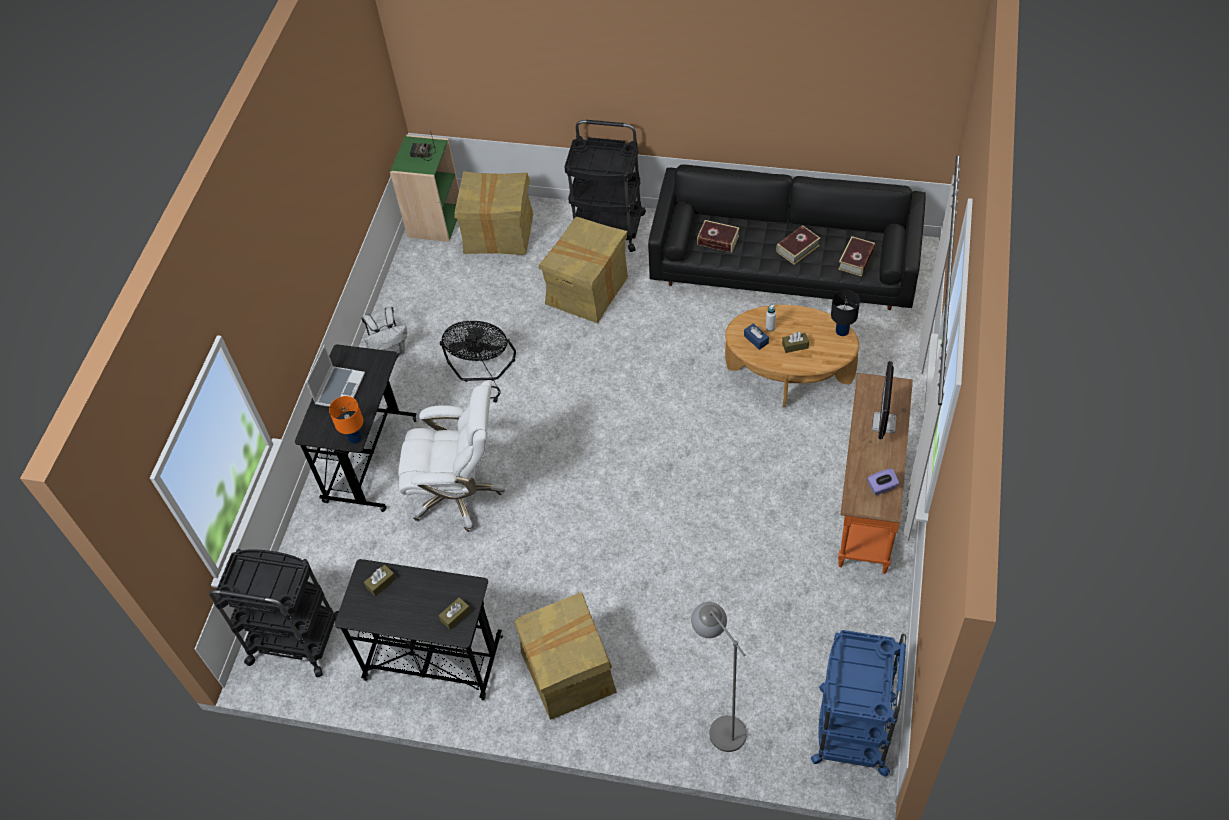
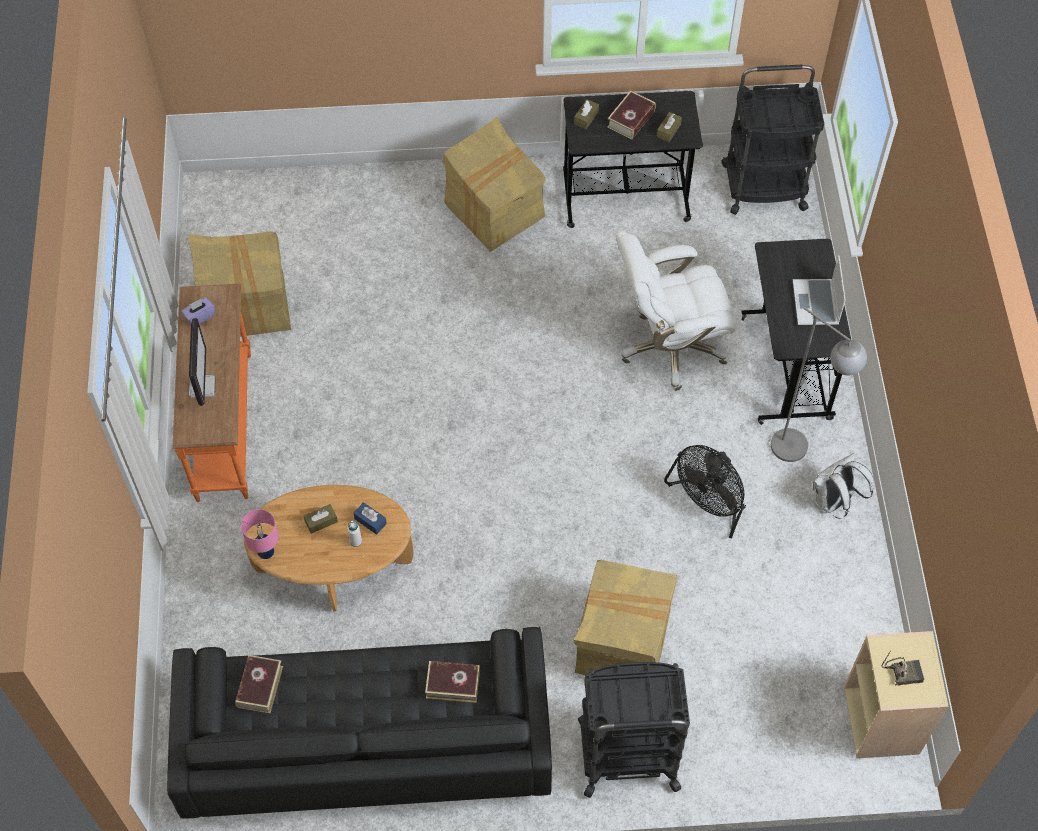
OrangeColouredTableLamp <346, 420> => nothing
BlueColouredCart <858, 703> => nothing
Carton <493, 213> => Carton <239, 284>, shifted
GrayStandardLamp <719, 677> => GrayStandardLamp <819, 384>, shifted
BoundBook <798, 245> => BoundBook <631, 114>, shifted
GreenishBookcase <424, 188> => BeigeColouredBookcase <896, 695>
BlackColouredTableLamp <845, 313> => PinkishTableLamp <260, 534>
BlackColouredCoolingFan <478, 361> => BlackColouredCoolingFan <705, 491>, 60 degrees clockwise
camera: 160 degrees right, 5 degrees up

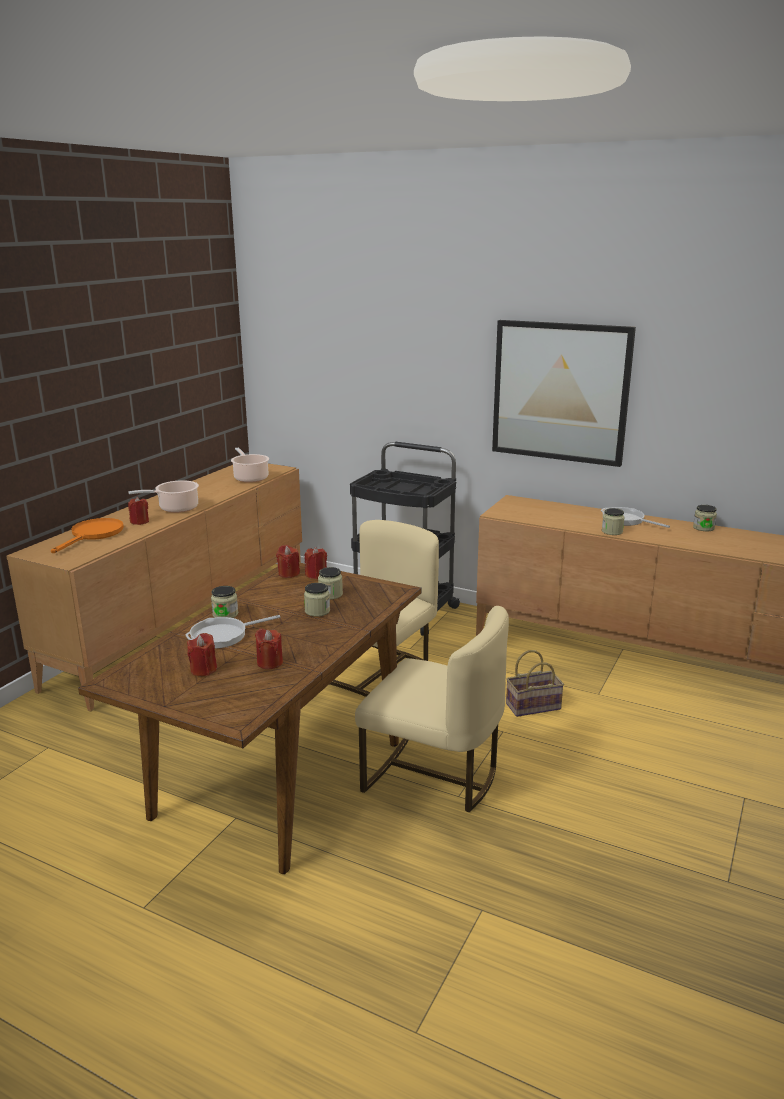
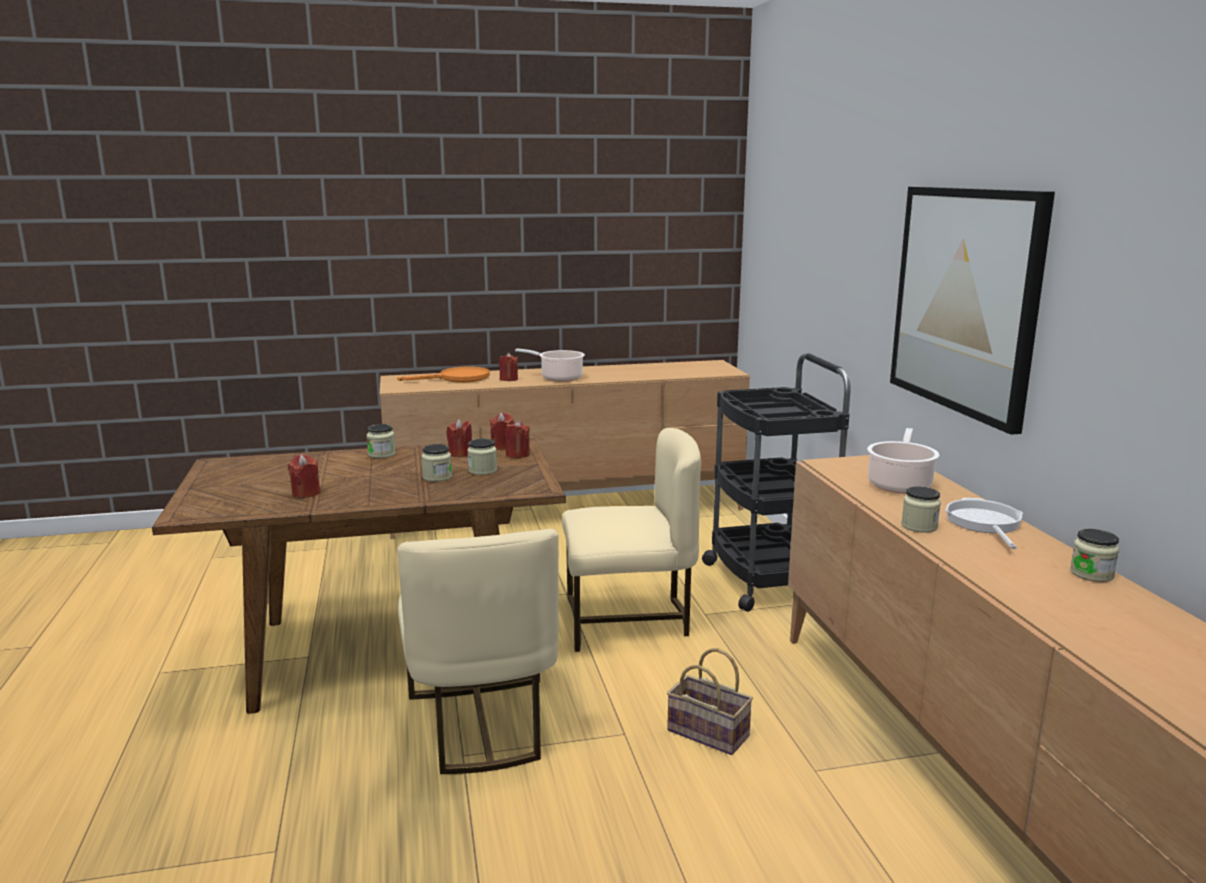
Skillet <232, 632> => nothing
ReddishWaxLight <202, 654> => ReddishWaxLight <459, 438>, shifted
Stockpot <250, 465> => Stockpot <903, 461>, shifted
camera: 50 degrees right, 5 degrees down

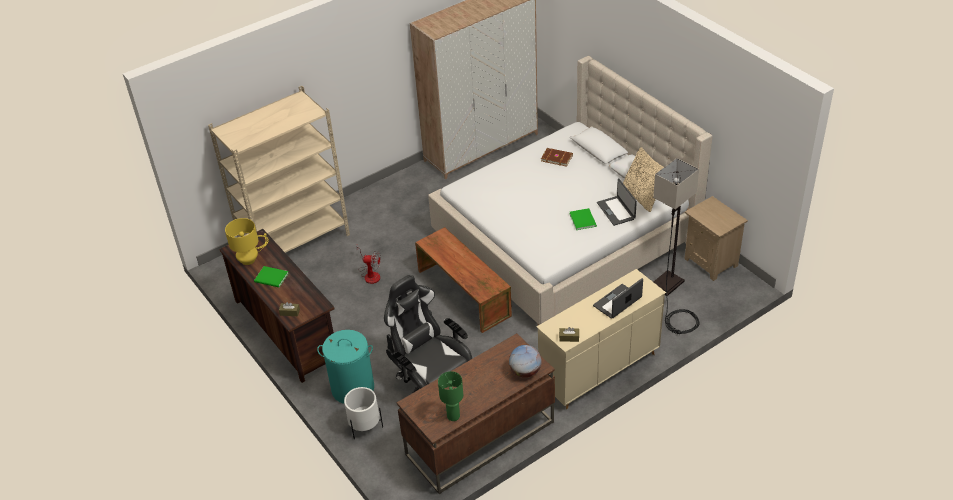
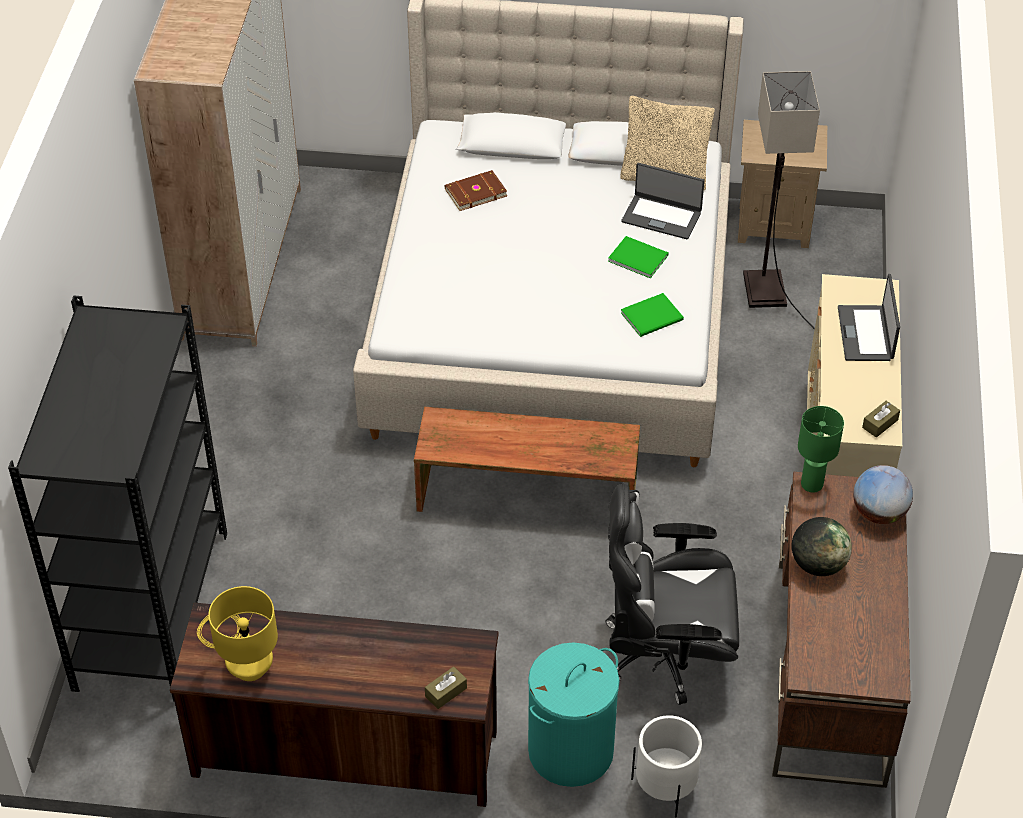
CoolingFan <368, 264> => nothing
nothing => WorldGlobe <822, 546>
GreenishBoundBook <271, 276> => GreenishBoundBook <652, 315>, shifted
GreenishTableLamp <450, 396> => GreenishTableLamp <821, 449>, shifted
BeigeColouredBookcase <279, 169> => BlackColouredBookcase <117, 498>
camera: 50 degrees left, 5 degrees up

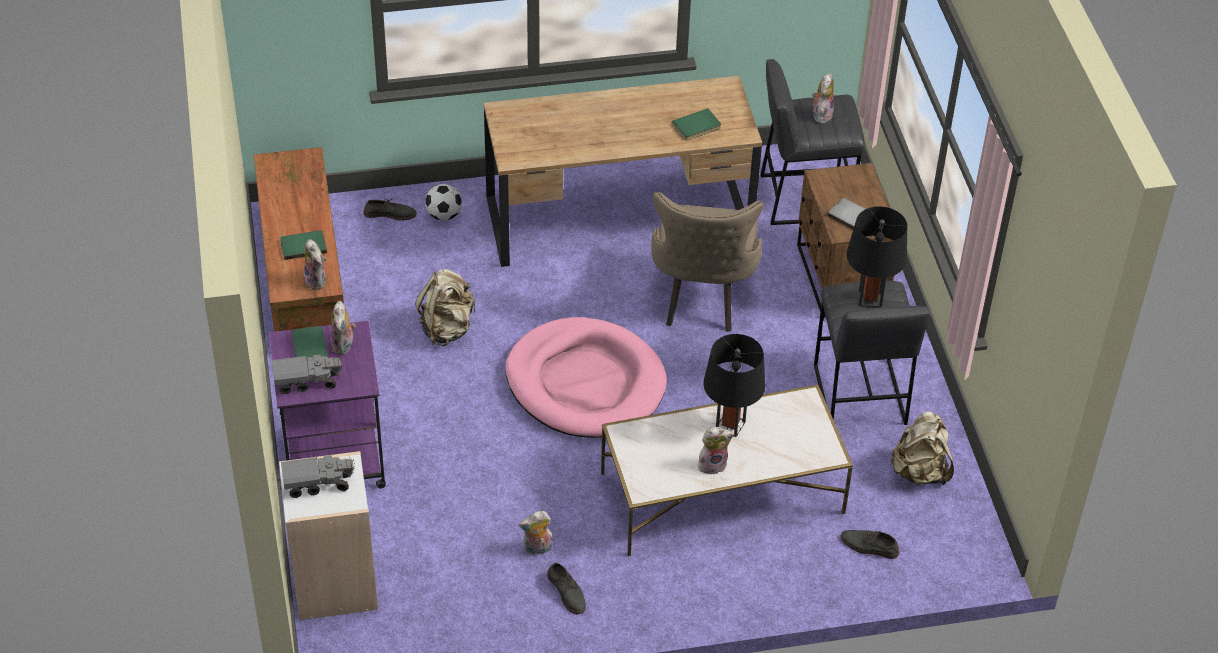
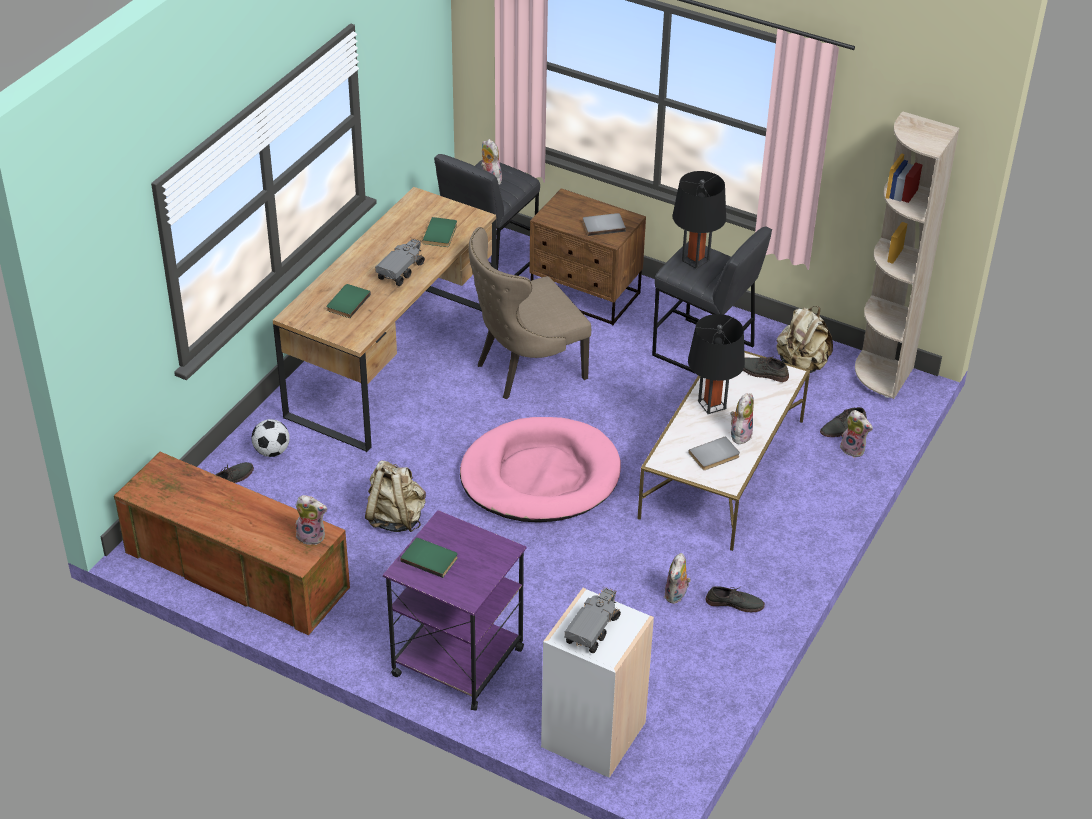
nothing => GrayBoundBook <714, 453>
nothing => GrayItemOfFootwear <766, 369>
nothing => BeigeColouredBookcase <907, 255>
ToyTruck <307, 374> => ToyTruck <400, 262>, shifted
GreenishBoundBook <303, 245> => GreenishBoundBook <348, 301>, shifted
CuddlyToy <343, 328> => CuddlyToy <856, 434>, shifted
BeigeColouredPlainChair <707, 262> => BeigeColouredPlainChair <530, 313>, 105 degrees clockwise
camera: 50 degrees left, 5 degrees down

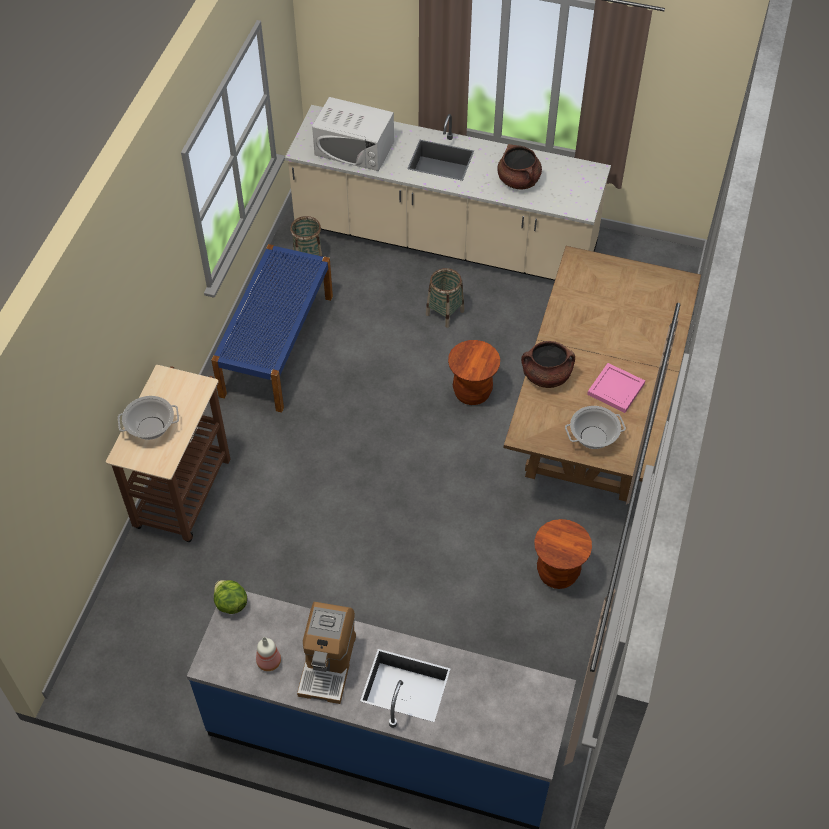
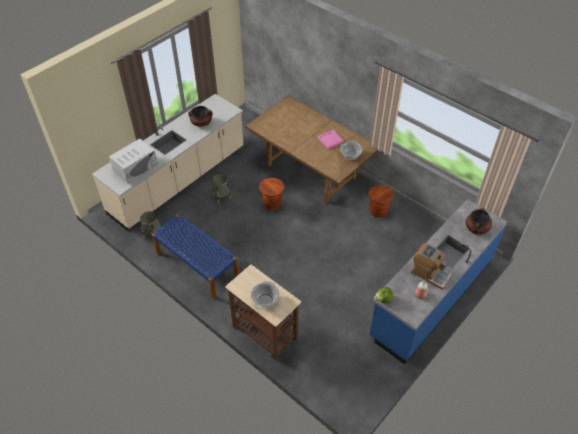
BrownStockpot <548, 364> => BrownStockpot <479, 221>, shifted
camera: 65 degrees left, 5 degrees down

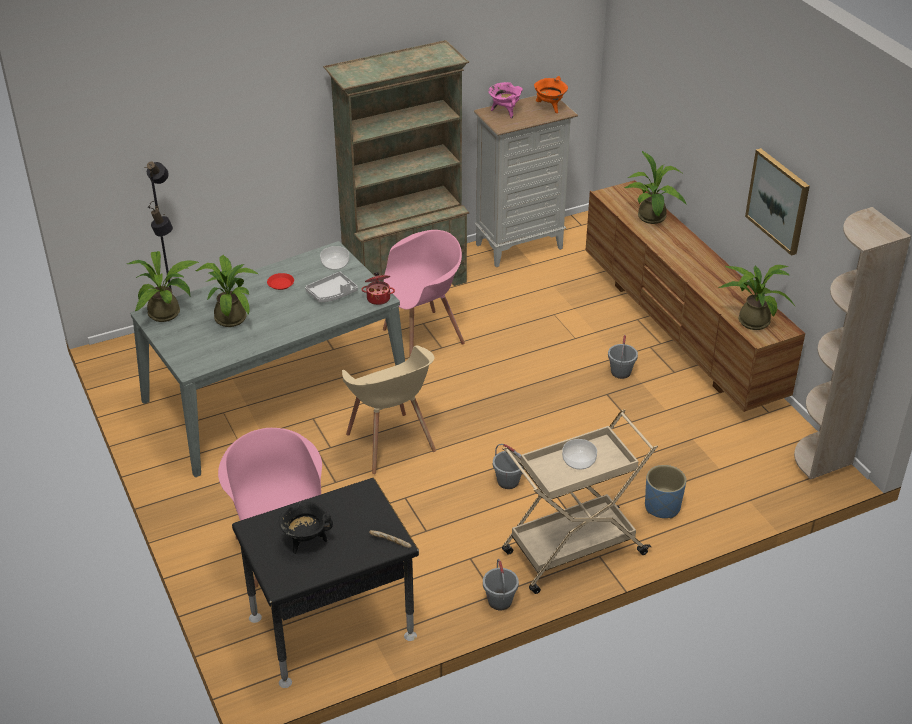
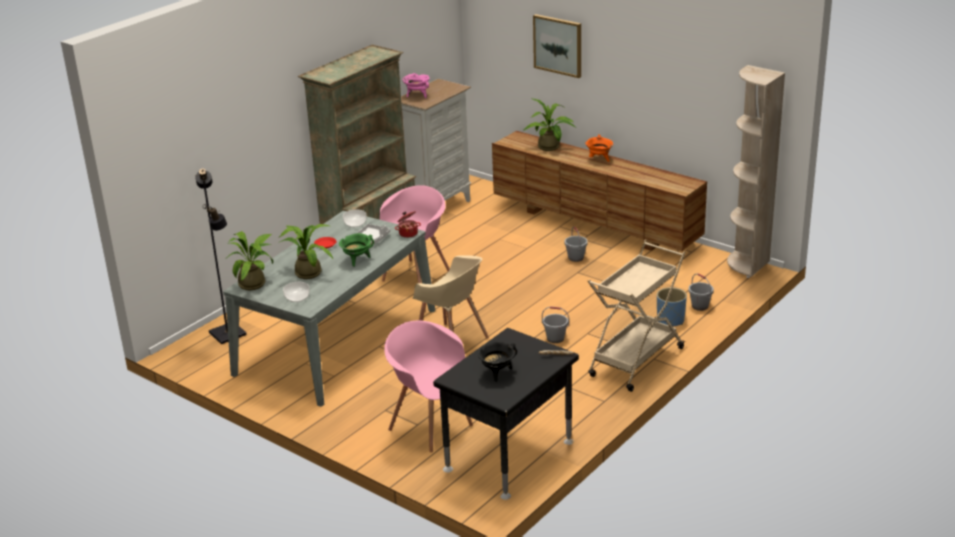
Houseplant <757, 297> => nothing
nothing => GreenishStockpot <356, 250>
GrayPail <501, 584> => GrayPail <701, 292>, shifted
OrangeColouredStockpot <551, 94> => OrangeColouredStockpot <599, 148>, shifted
Bowl <579, 454> => Bowl <296, 292>, shifted
WallArt <777, 202> => WallArt <557, 46>, shifted
camera: 25 degrees left, 10 degrees down

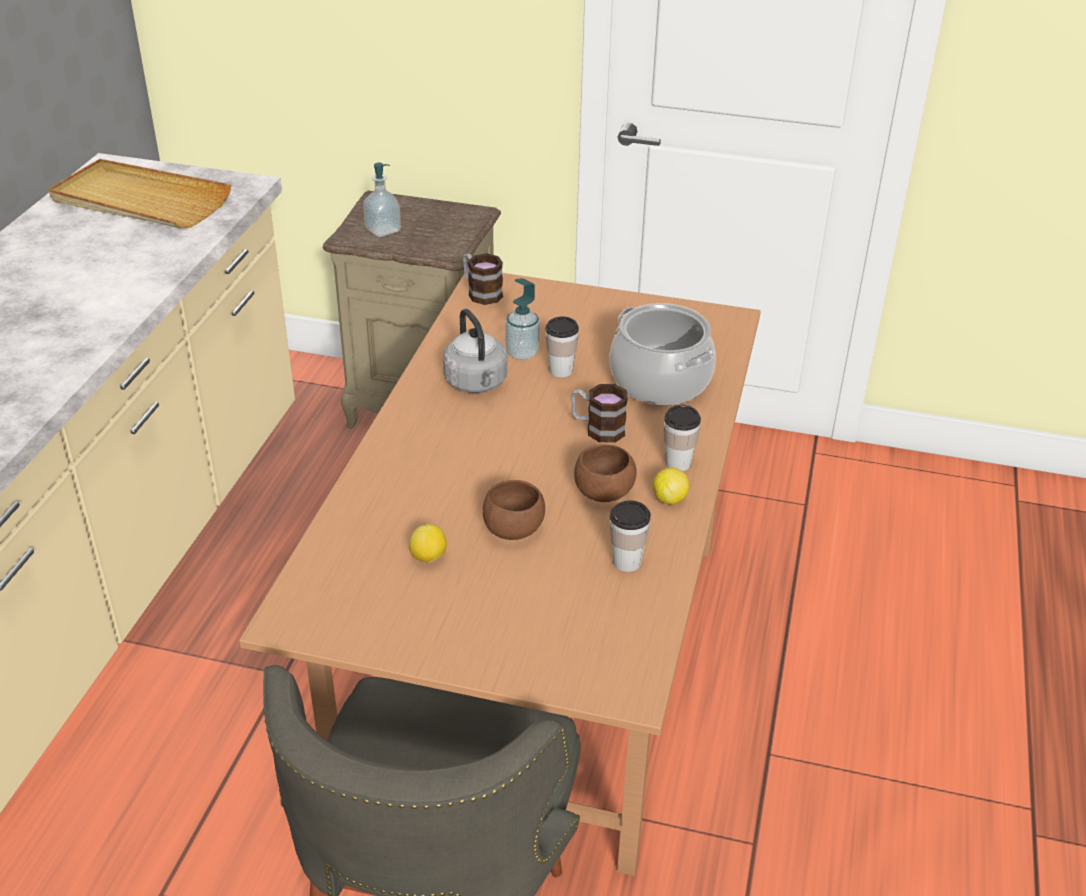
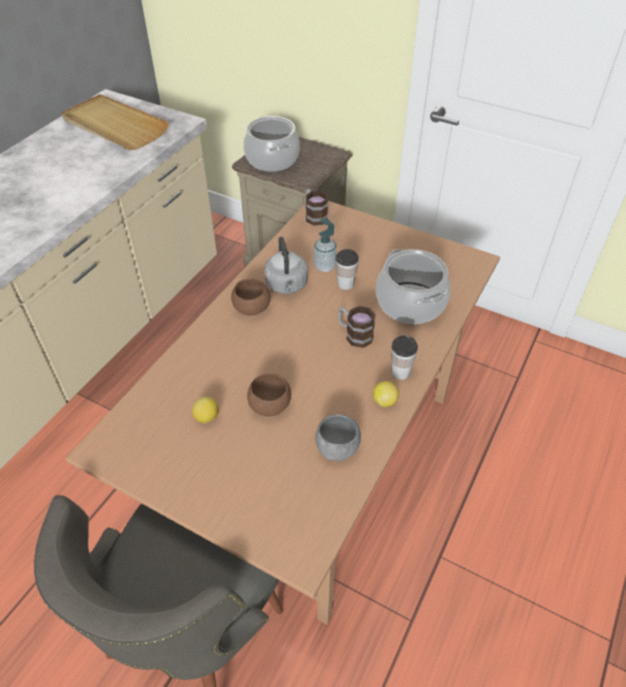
BrownBowl <605, 473> => BrownBowl <250, 297>, shifted
LiquidSoapBottle <382, 200> => Stockpot <272, 144>
SmallCup <630, 536> => GrayBowl <338, 437>
camera: 15 degrees right, 10 degrees up

